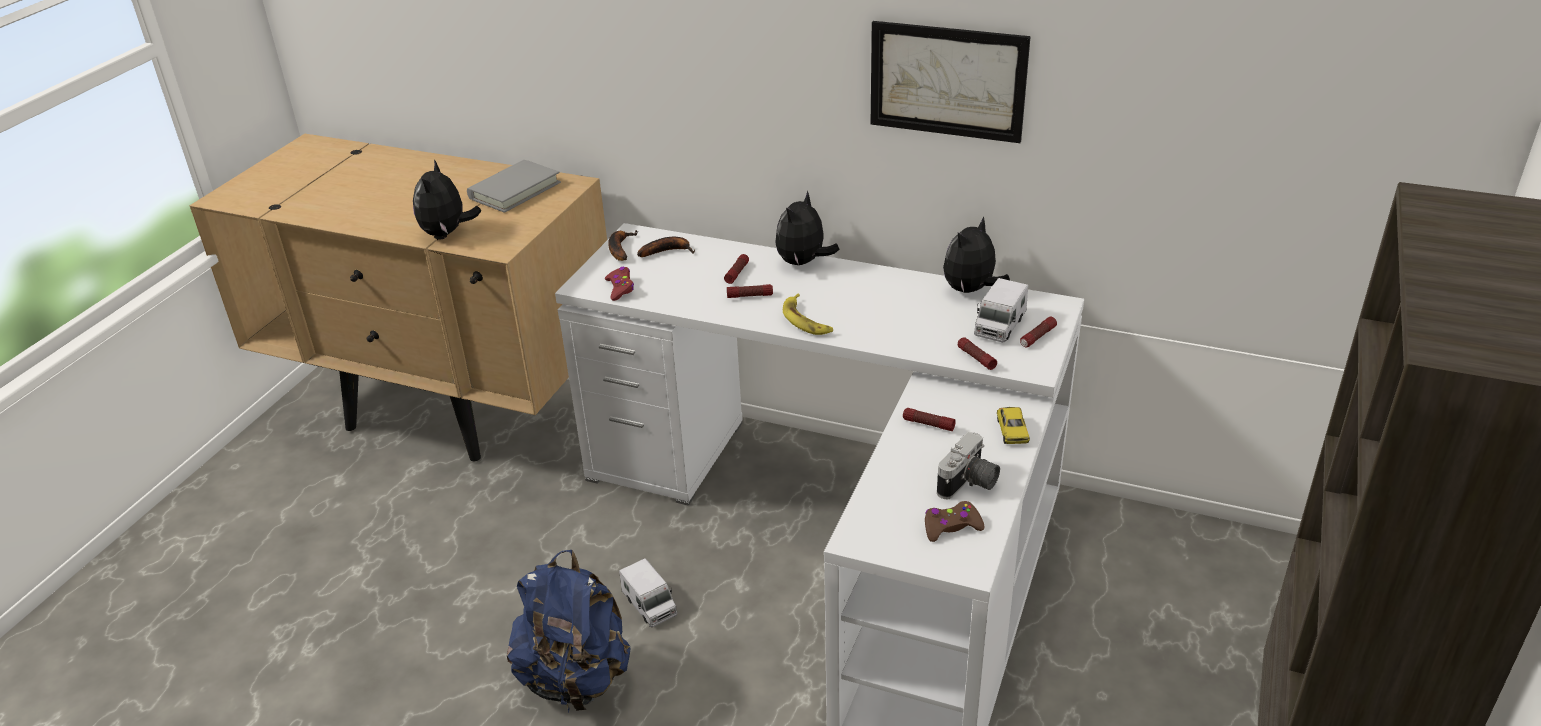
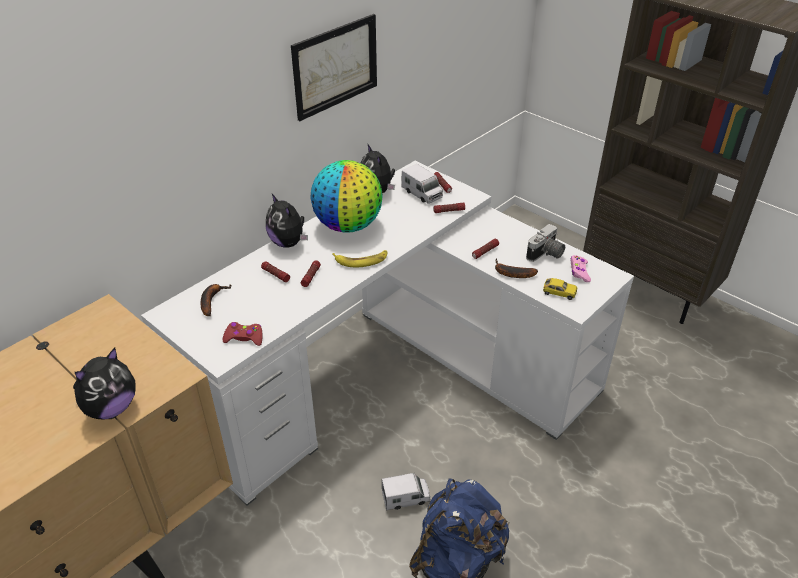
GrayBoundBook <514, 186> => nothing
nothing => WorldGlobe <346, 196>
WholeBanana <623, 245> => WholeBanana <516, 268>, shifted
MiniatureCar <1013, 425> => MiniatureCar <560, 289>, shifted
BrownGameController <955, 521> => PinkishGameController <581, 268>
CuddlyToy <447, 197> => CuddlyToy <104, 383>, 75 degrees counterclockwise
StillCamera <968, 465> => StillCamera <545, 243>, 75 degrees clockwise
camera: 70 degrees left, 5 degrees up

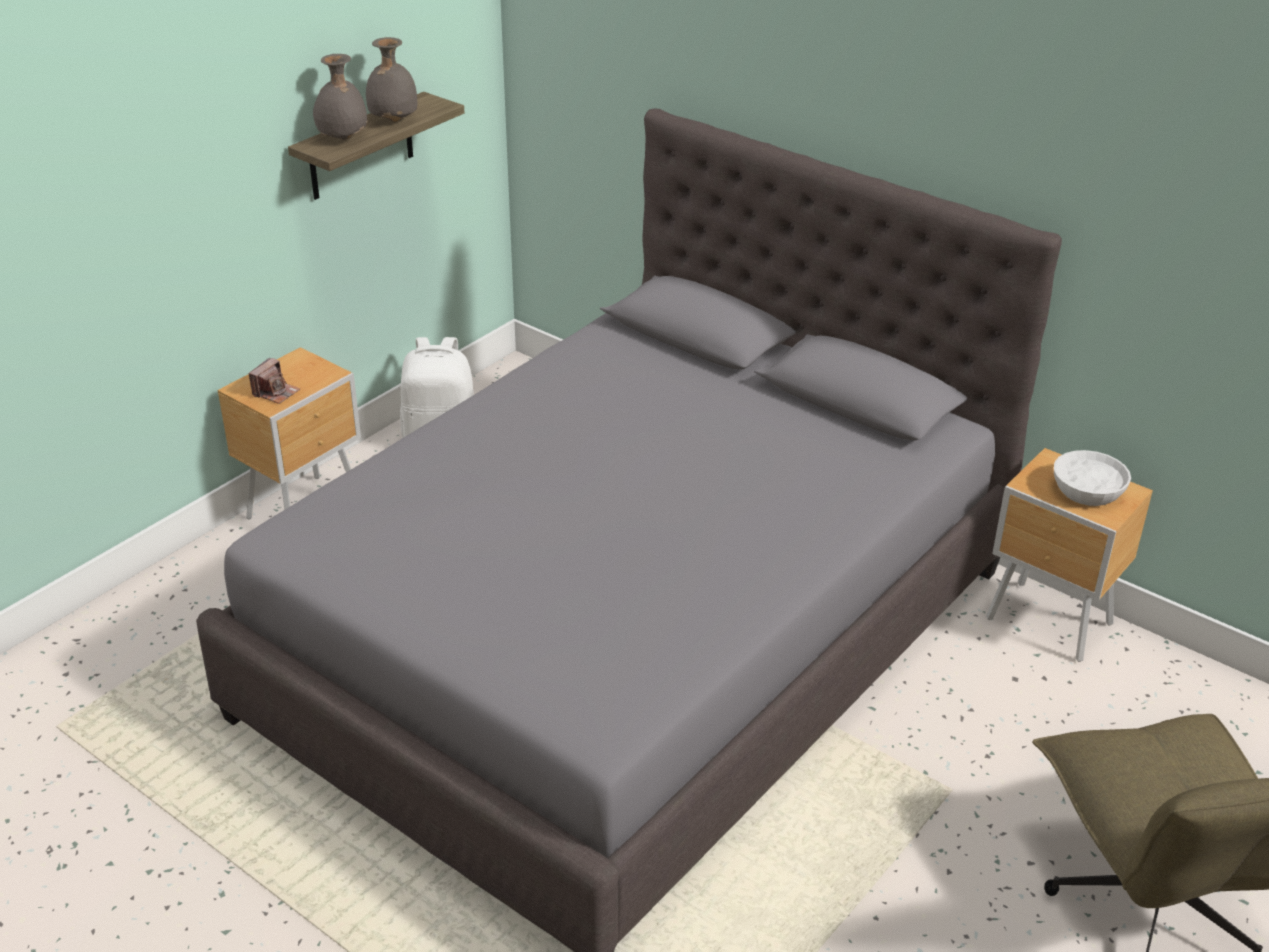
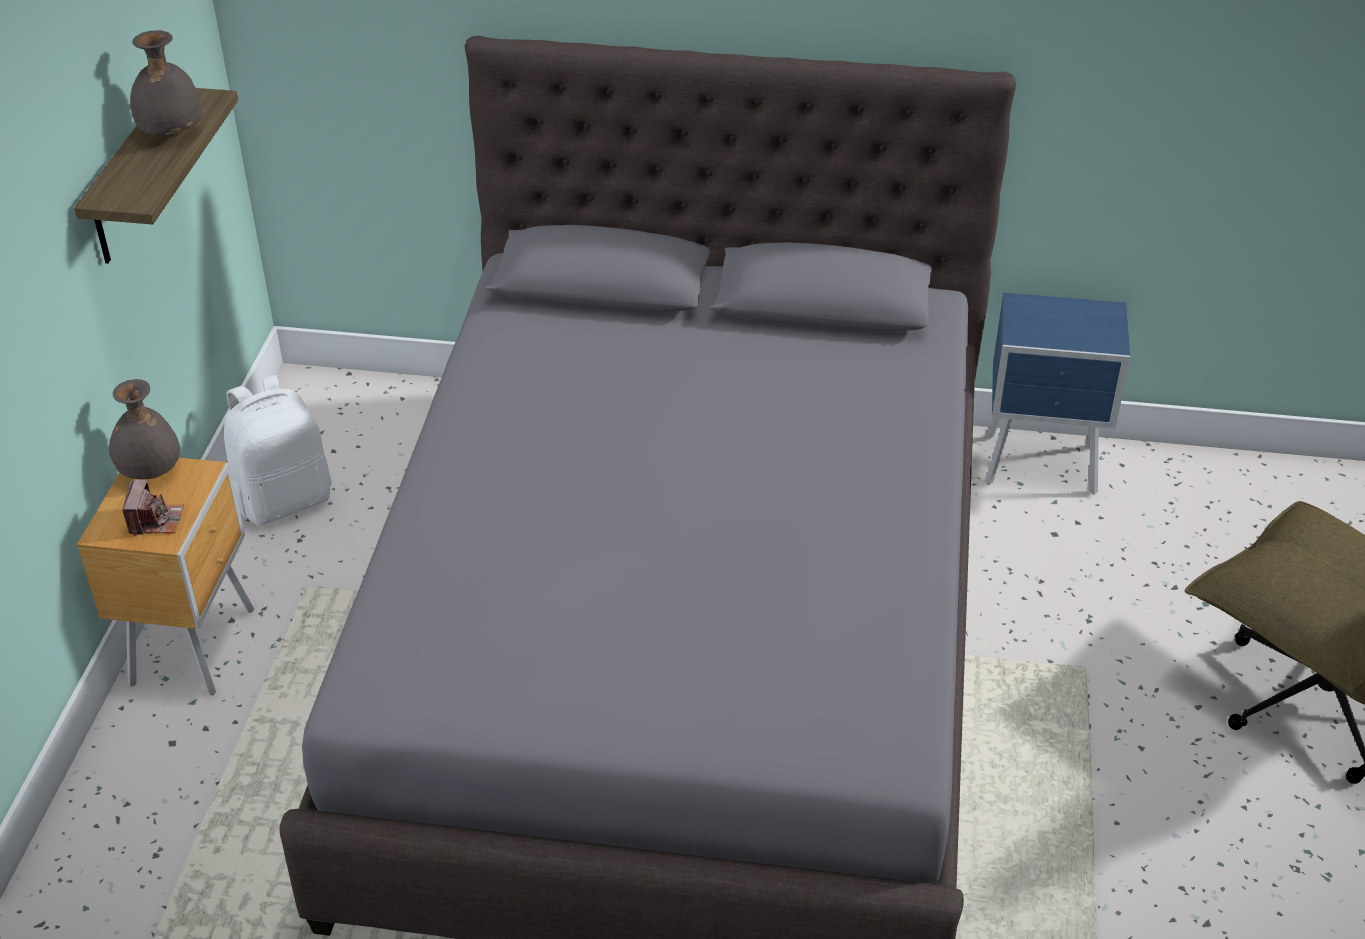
WhitishBowl <1092, 478> => nothing
GrayVase <340, 97> => GrayVase <144, 429>, shifted
BrownNightTable <1069, 555> => BlueColouredNightTable <1057, 394>
camera: 30 degrees left, 5 degrees up

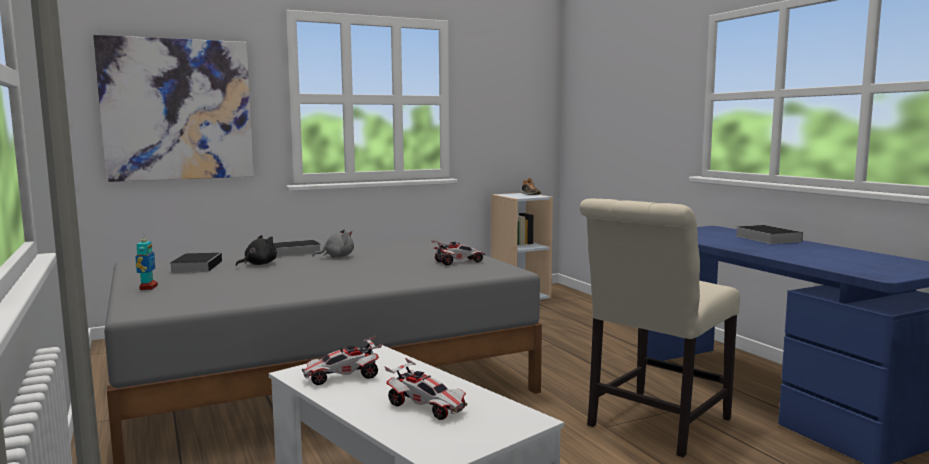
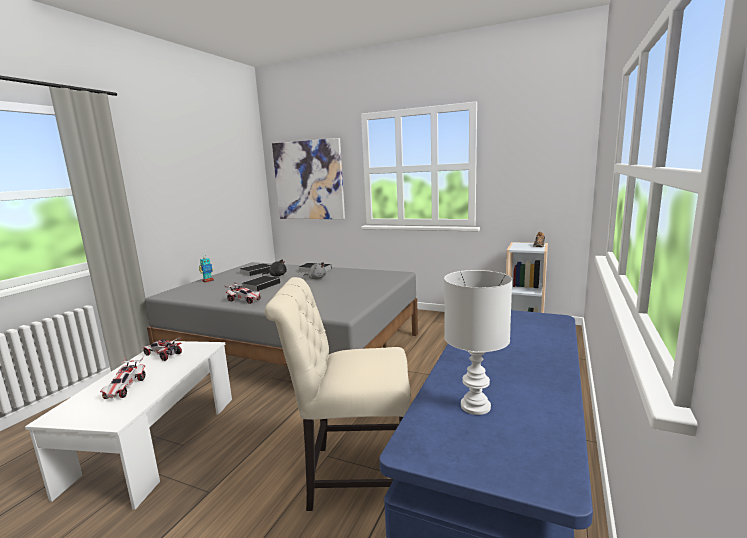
nothing => WhitishTableLamp <478, 342>
MiniatureCar <458, 253> => MiniatureCar <243, 293>, shifted
BoundBook <770, 234> => BoundBook <261, 283>, shifted
camera: 50 degrees right, 5 degrees up

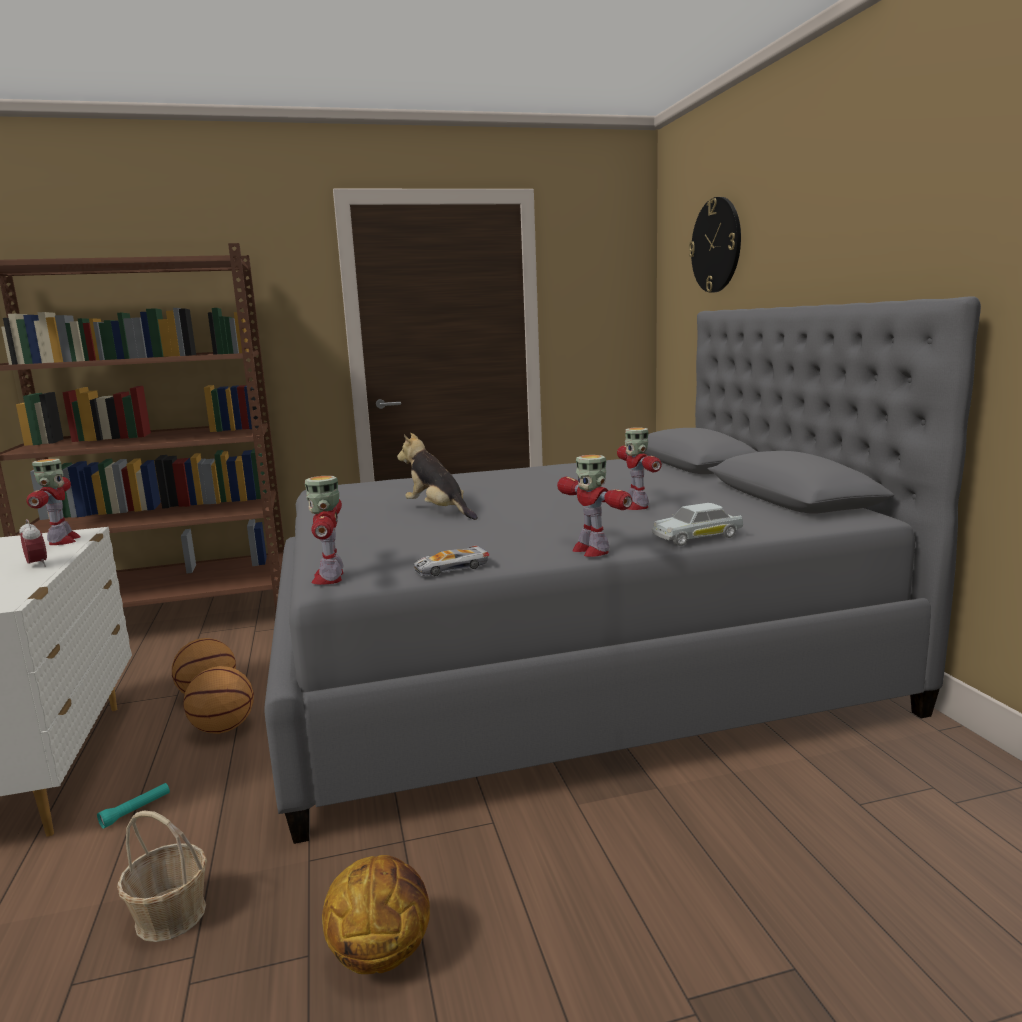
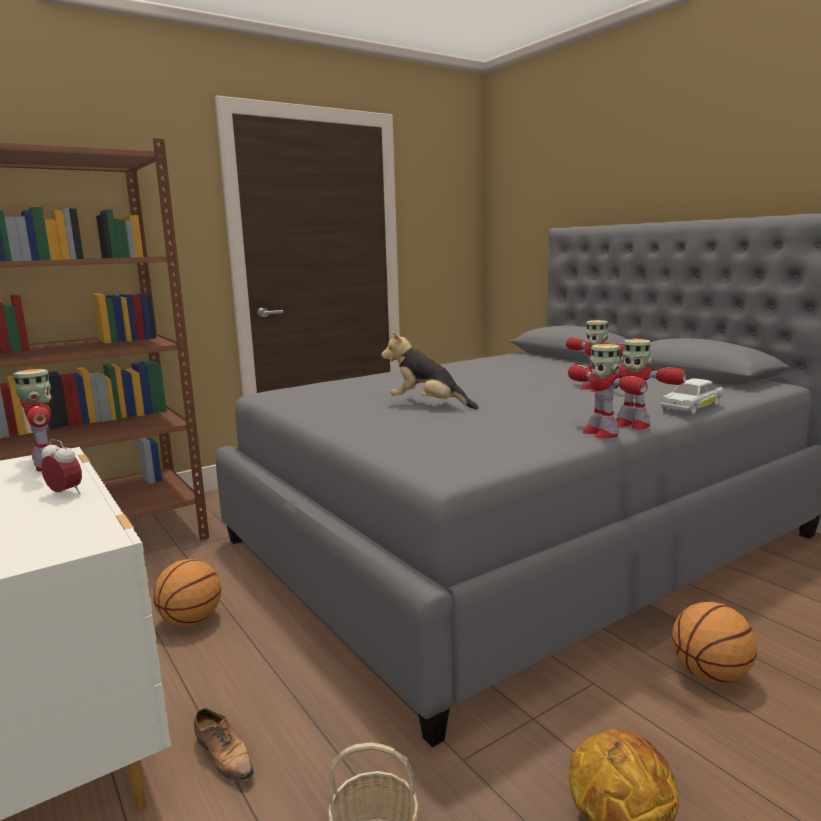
MiniatureCar <451, 561> => nothing
HangingClock <715, 245> => nothing
BasketballBall <218, 700> => BasketballBall <714, 642>, shifted
ModelRobot <324, 530> => ModelRobot <608, 391>, shifted
BlueGreenFlashlight <133, 806> => ItemOfFootwear <224, 745>
camera: 20 degrees left, 0 degrees up

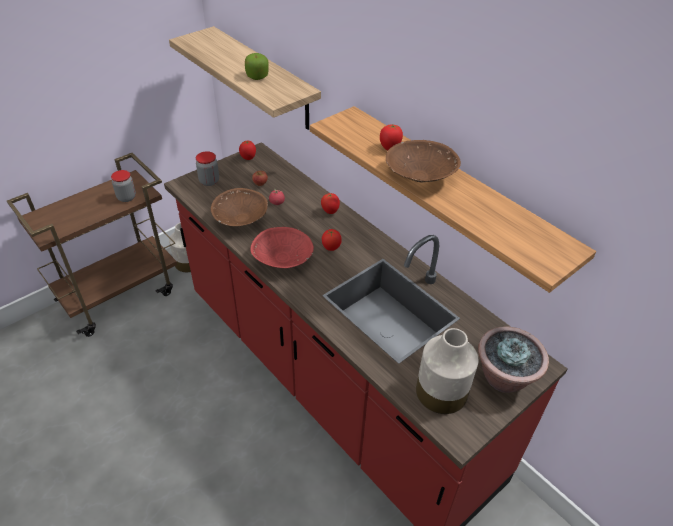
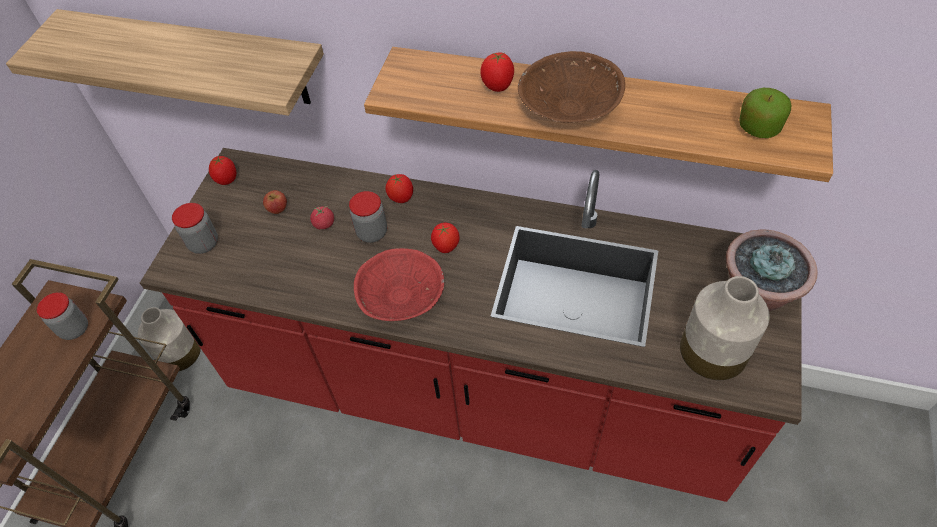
BrownBowl <239, 207> => nothing
nothing => Jar <368, 217>
AppleFruit <257, 66> => AppleFruit <765, 113>, shifted
camera: 30 degrees left, 10 degrees up

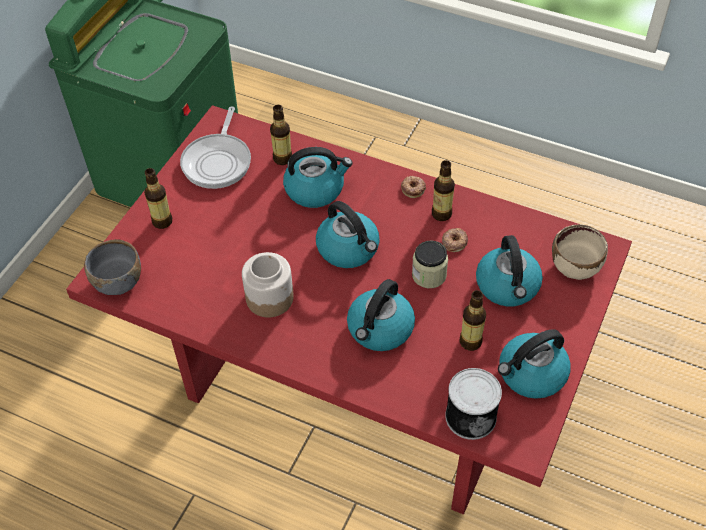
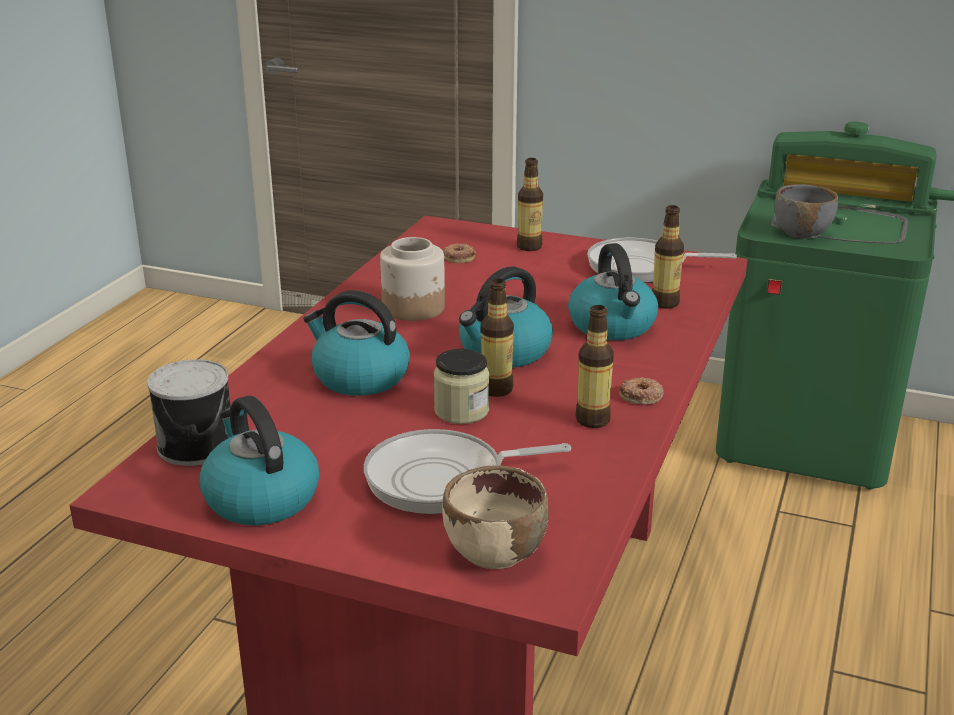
GrayBowl <112, 267> => GrayBowl <806, 211>, shifted
Doughnut <455, 240> => Doughnut <459, 253>, shifted
BeverageBottle <472, 320> => BeverageBottle <497, 338>, shifted
Kettle <509, 270> => Skillet <467, 471>
camera: 85 degrees right, 25 degrees down

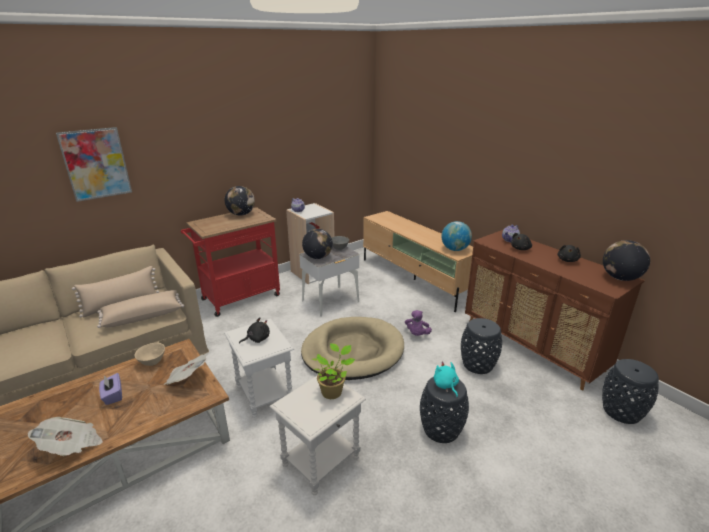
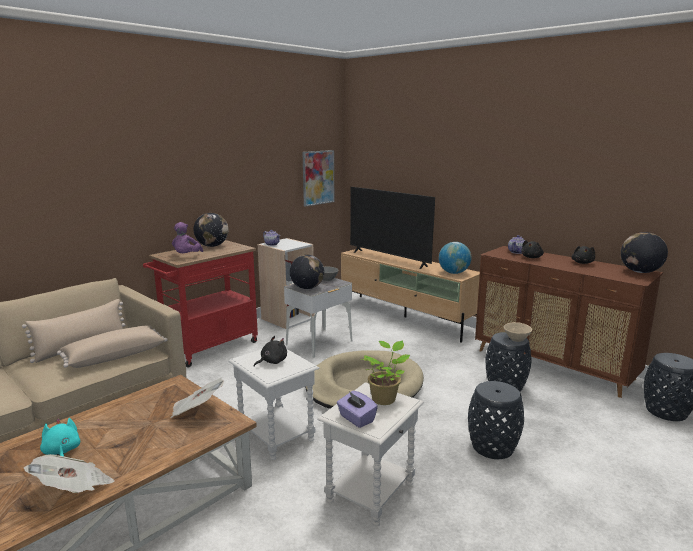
nothing => TvSet <392, 228>
WallArt <94, 164> => WallArt <318, 178>, shifted
PurplishBoxOfTissues <110, 389> => PurplishBoxOfTissues <357, 409>, shifted
BeigeColouredBowl <149, 354> => BeigeColouredBowl <518, 332>, shifted
PurplishCuddlyToy <418, 323> => PurplishCuddlyToy <187, 237>, shifted
BlueGreenCuddlyToy <446, 379> => BlueGreenCuddlyToy <60, 437>, shifted
camera: 10 degrees left, 10 degrees down

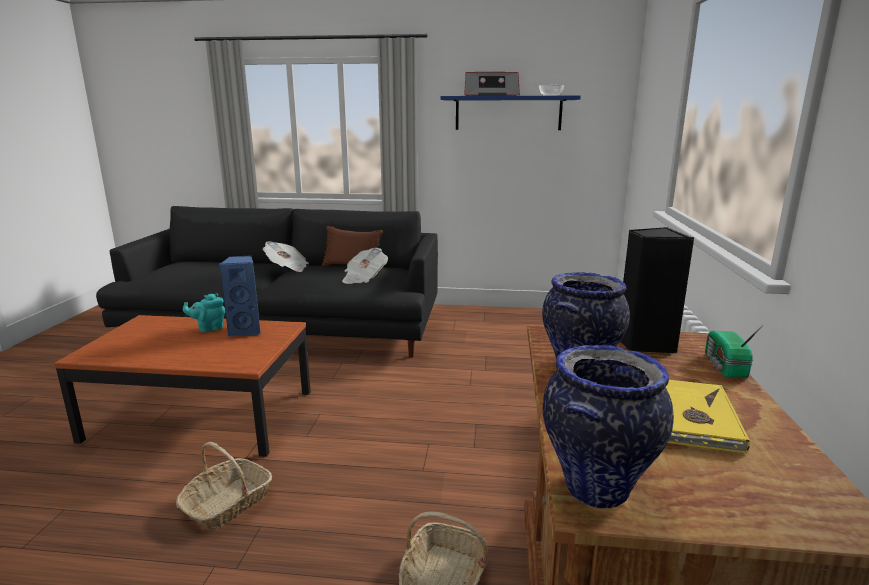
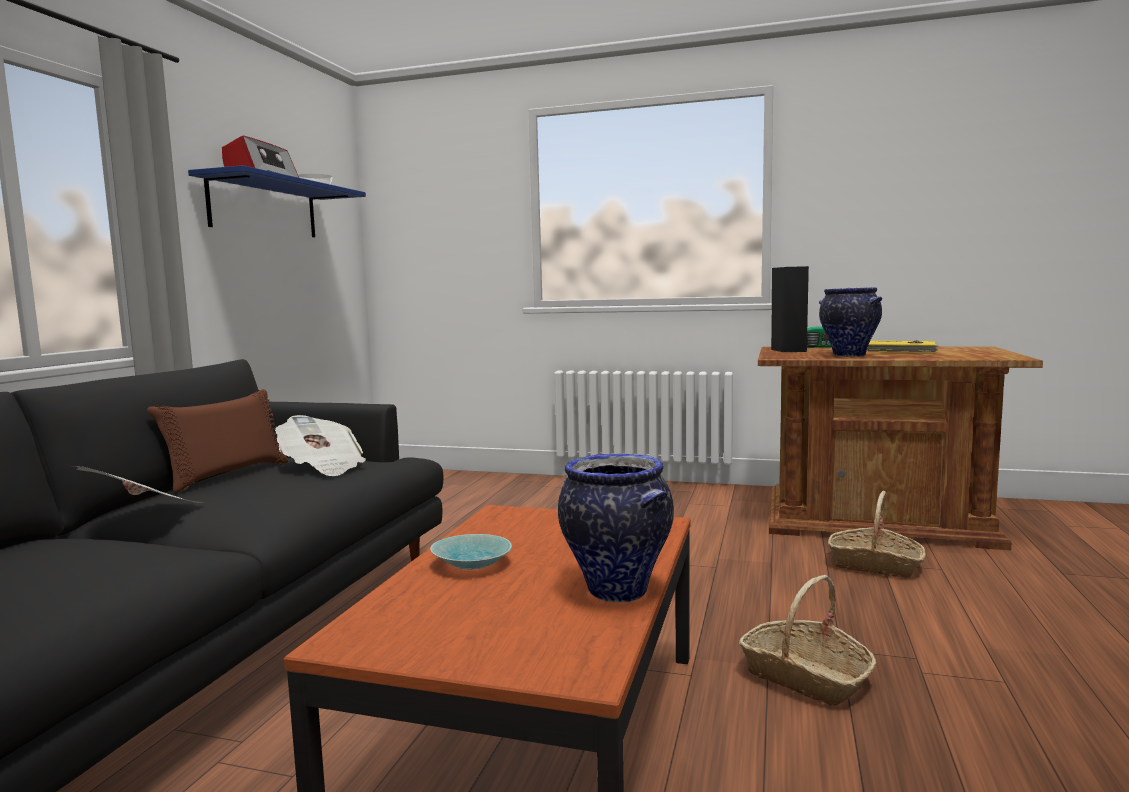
BlueColouredLoudspeaker <240, 296> => nothing
Vase <608, 427> => Vase <616, 528>, shifted
BlueGreenTeapot <204, 312> => BlueGreenBowl <471, 552>
camera: 80 degrees left, 10 degrees down

